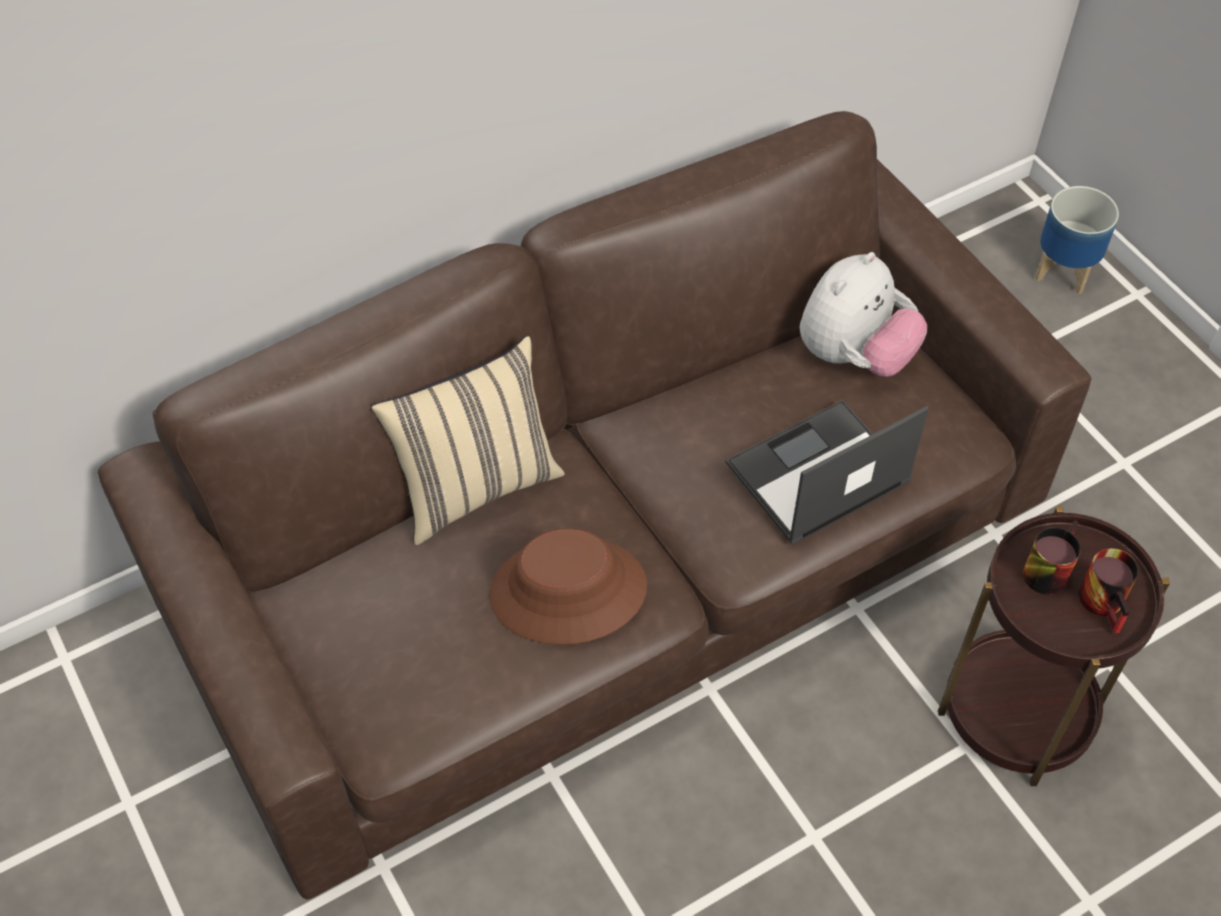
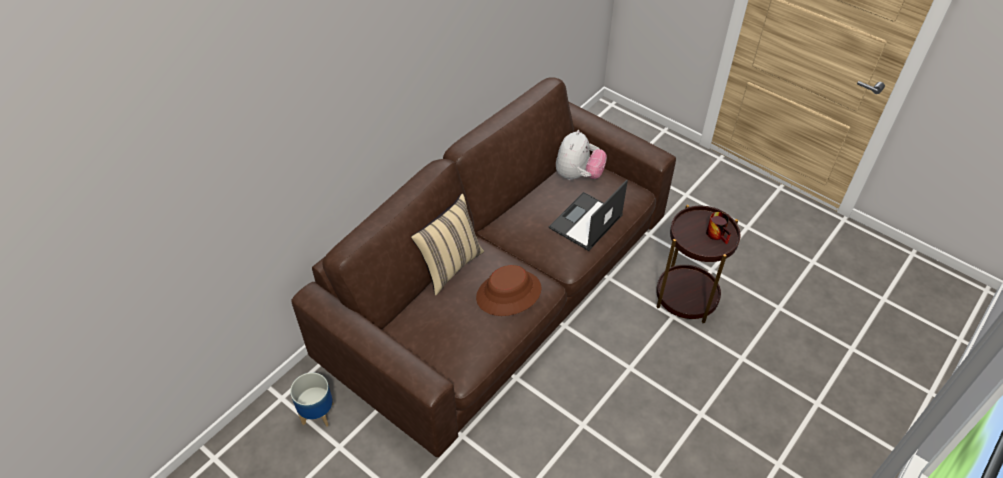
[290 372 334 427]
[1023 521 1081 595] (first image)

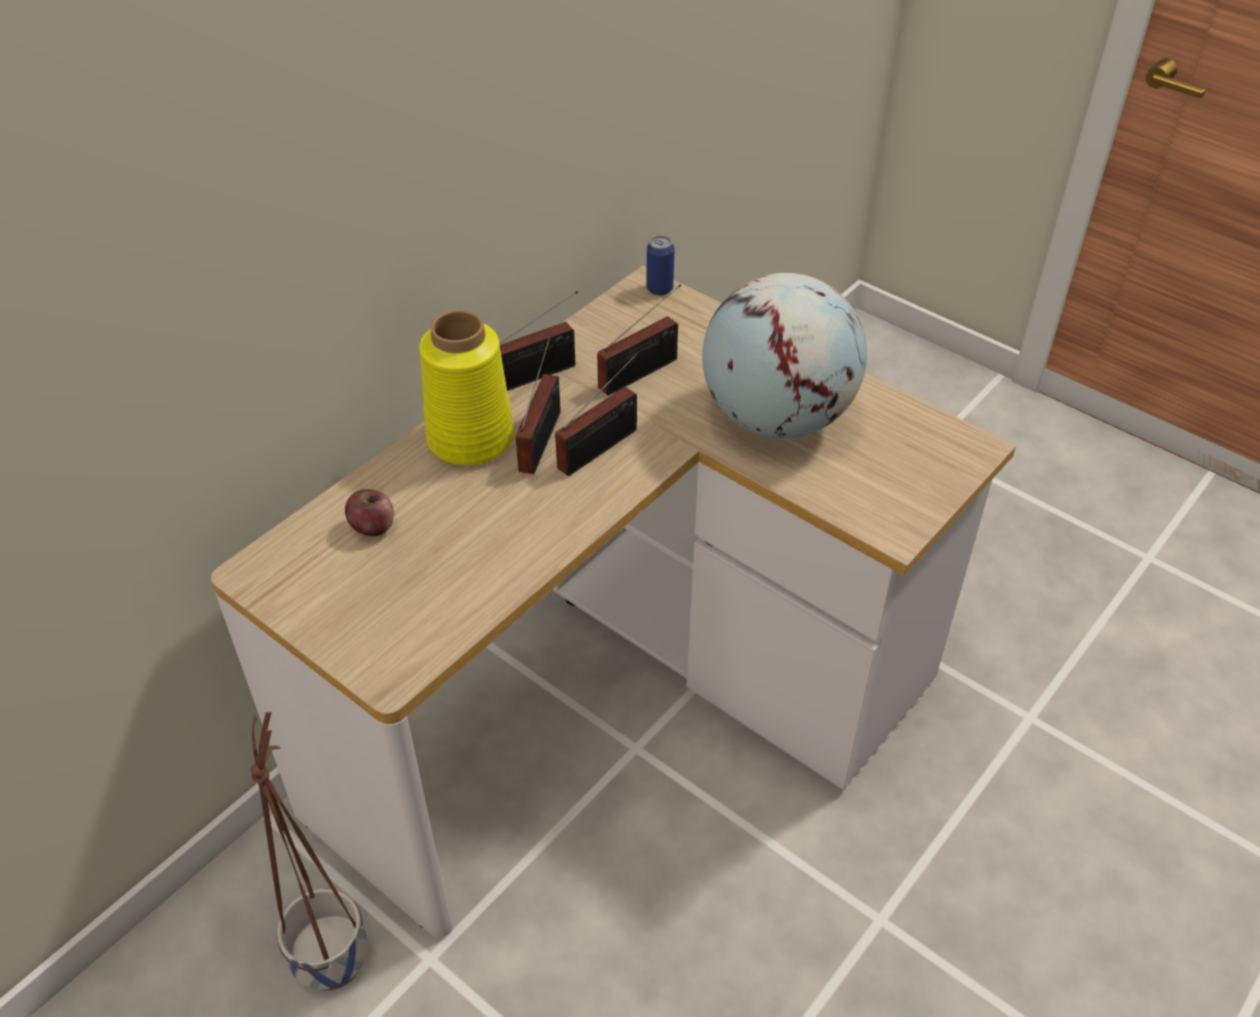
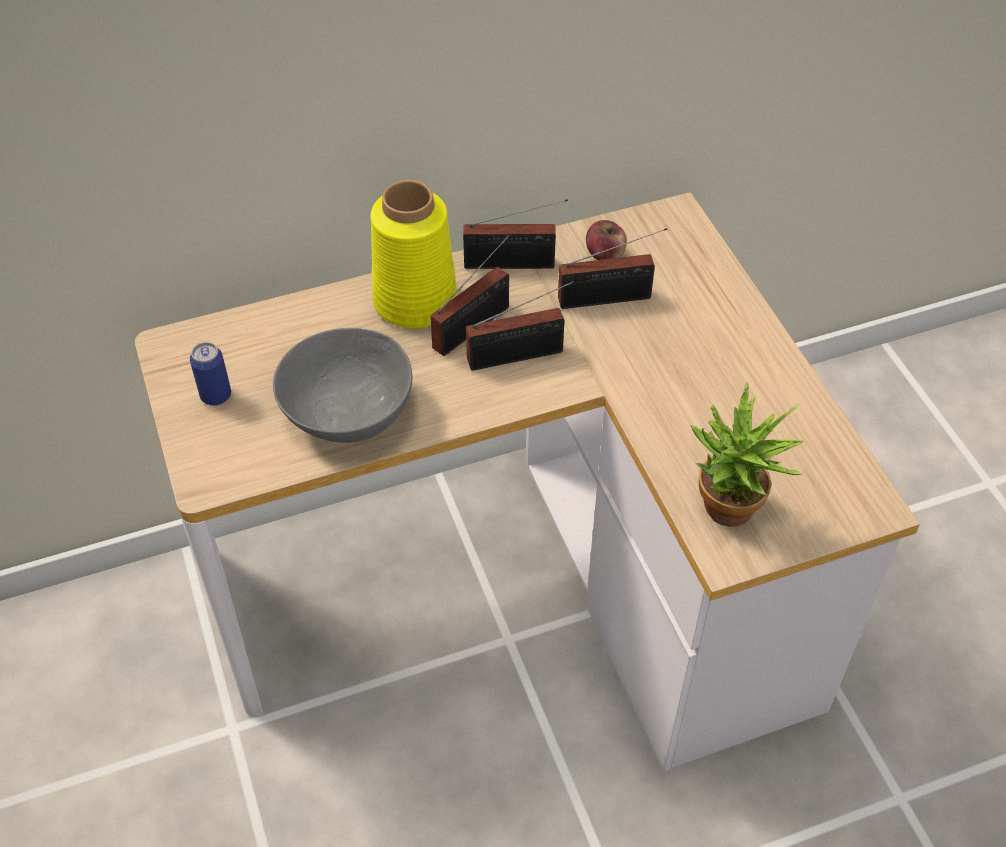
[190 342 231 406]
[273 328 413 443]
[586 220 627 260]
[690 382 804 527]
[250 712 368 990] (first image)
[702 273 867 438] (first image)

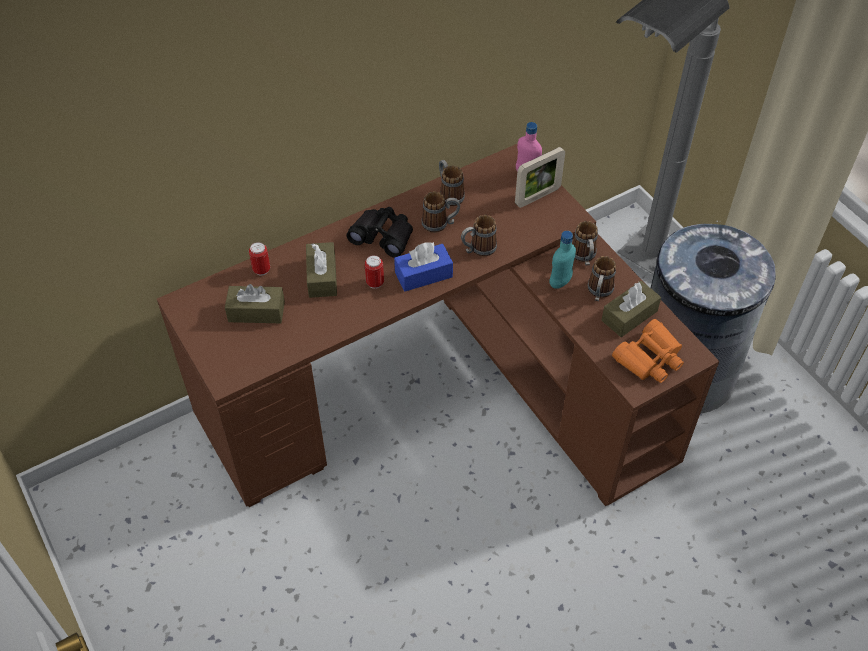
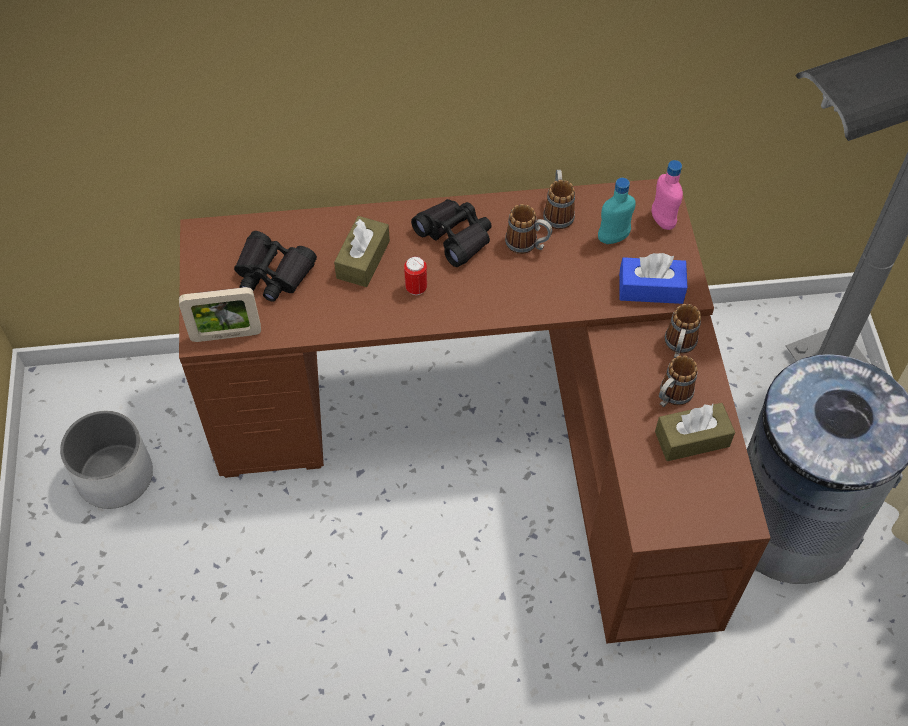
[60 411 153 509]
[179 287 261 342]
[234 231 317 302]
[598 178 636 244]
[619 253 688 304]
[249 242 270 275] (first image)
[461 215 497 256] (first image)
[612 319 684 383] (first image)

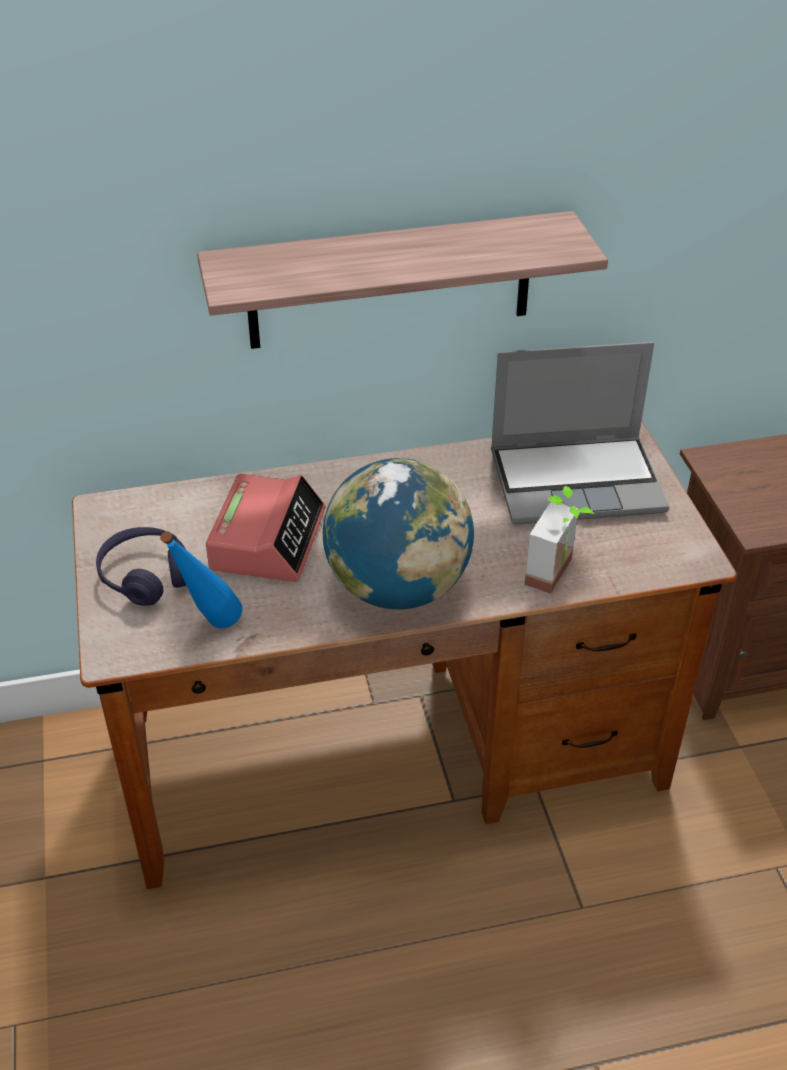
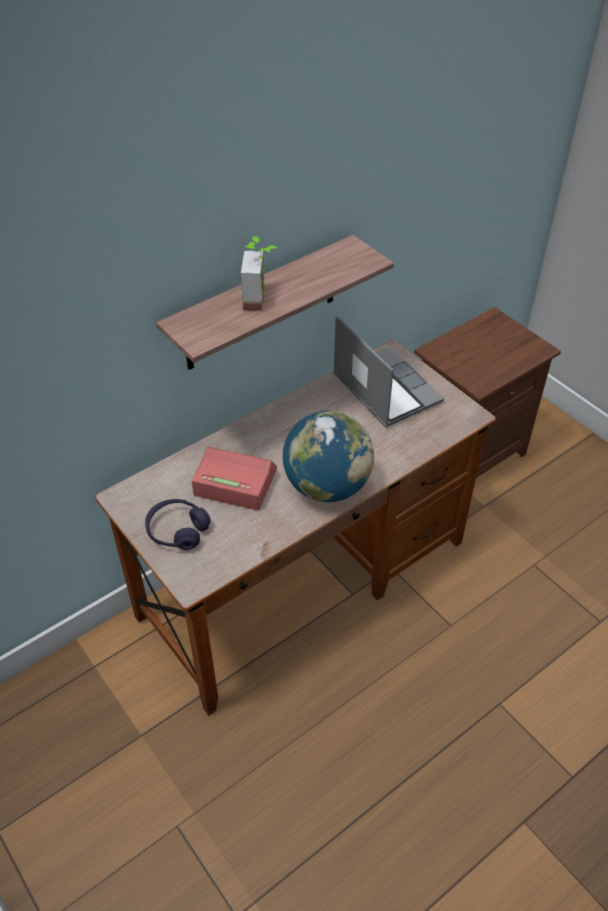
[191 447 277 510]
[241 236 277 311]
[333 315 444 427]
[160 531 242 629] (first image)

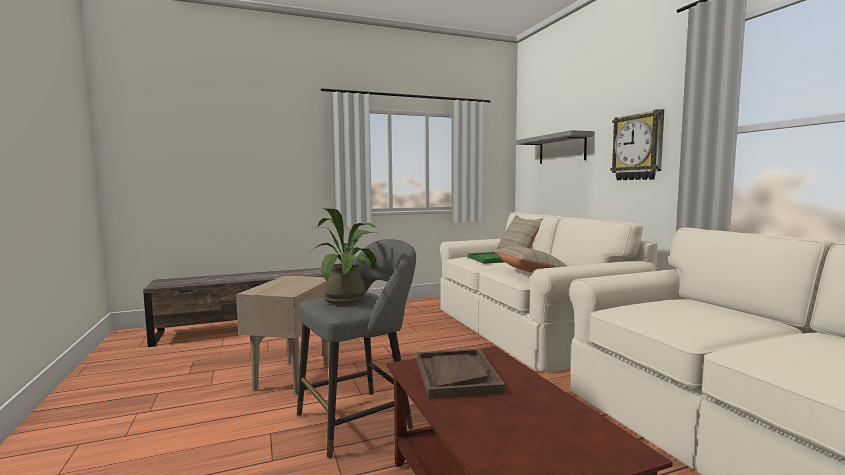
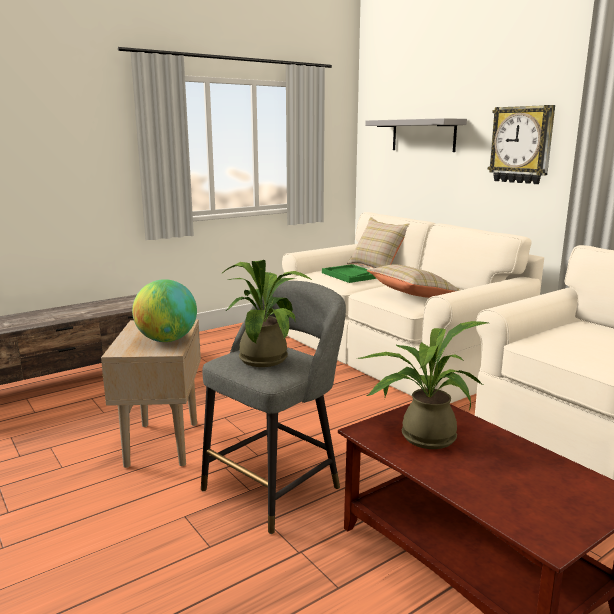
[132 279 197 342]
[356 321 488 449]

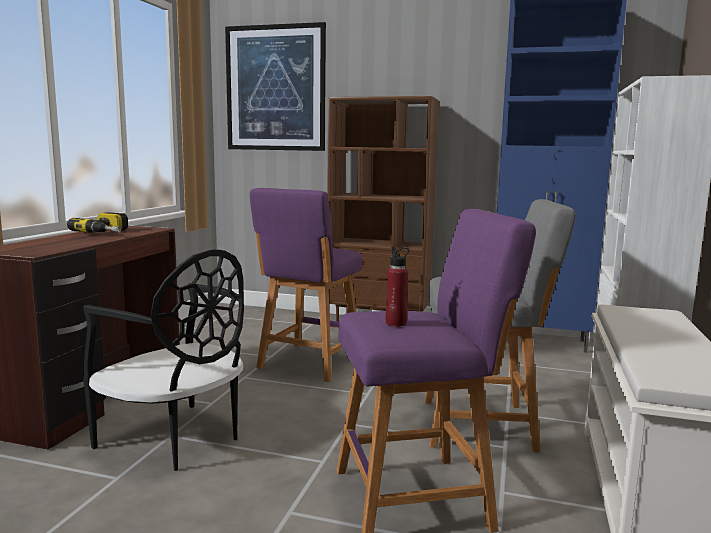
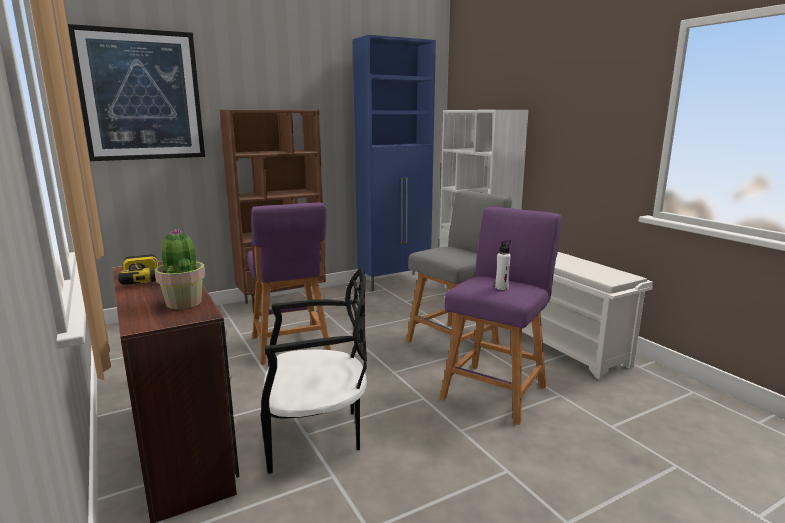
[154 228 205 309]
[495 240 511 290]

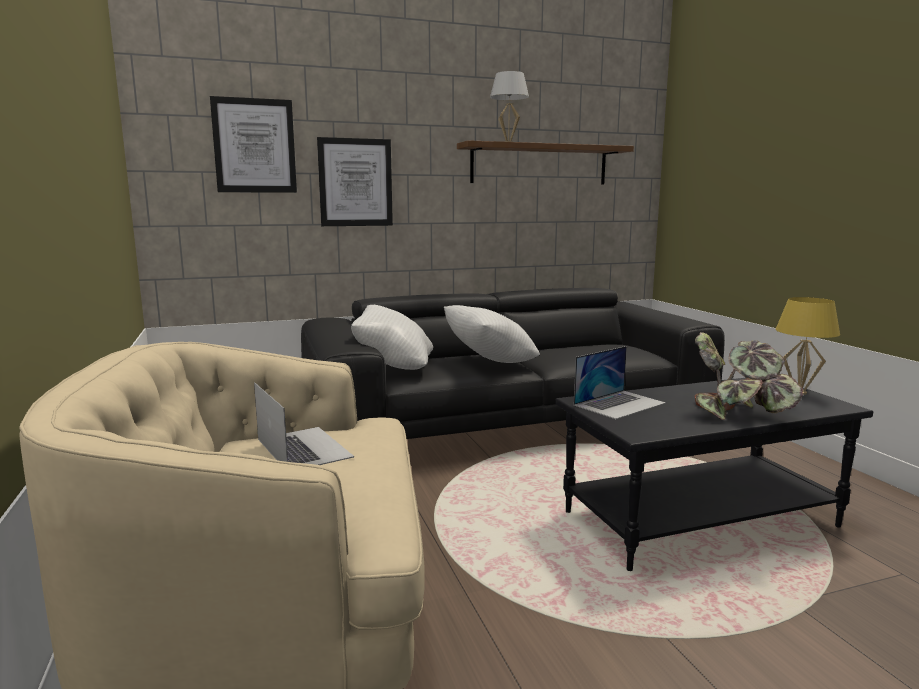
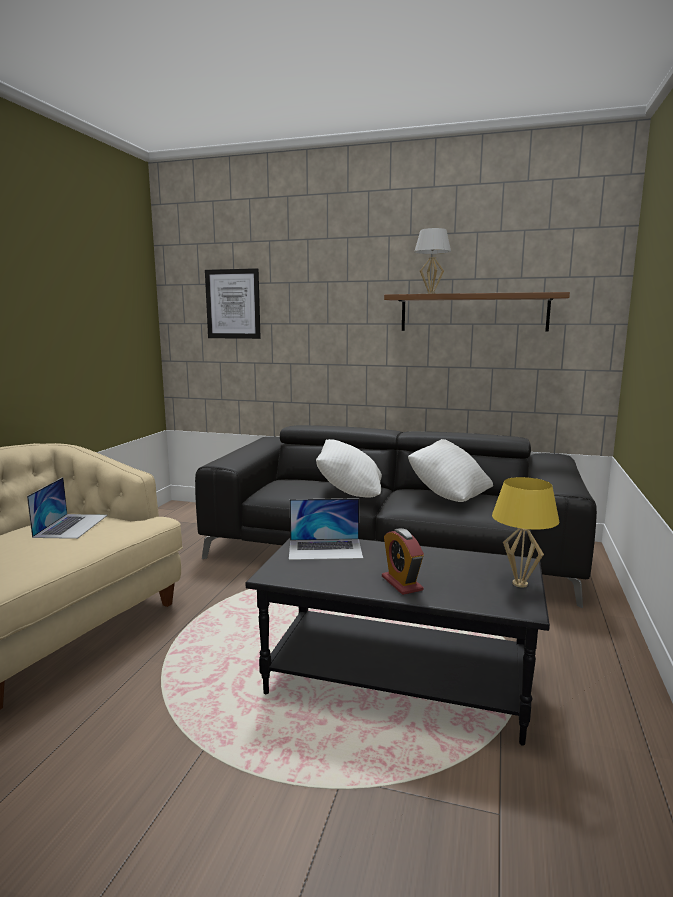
[382 528 424 595]
[408 439 493 502]
[317 137 393 226] (first image)

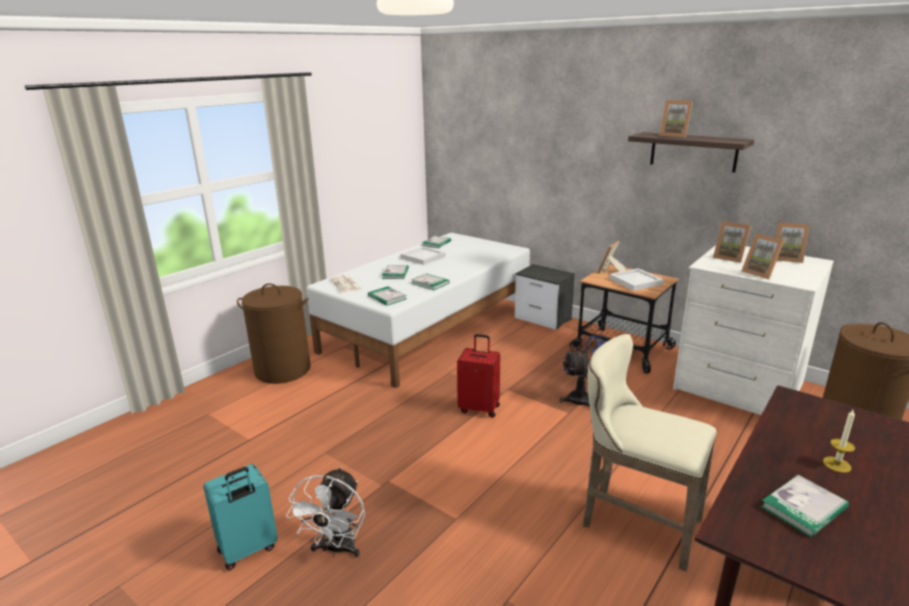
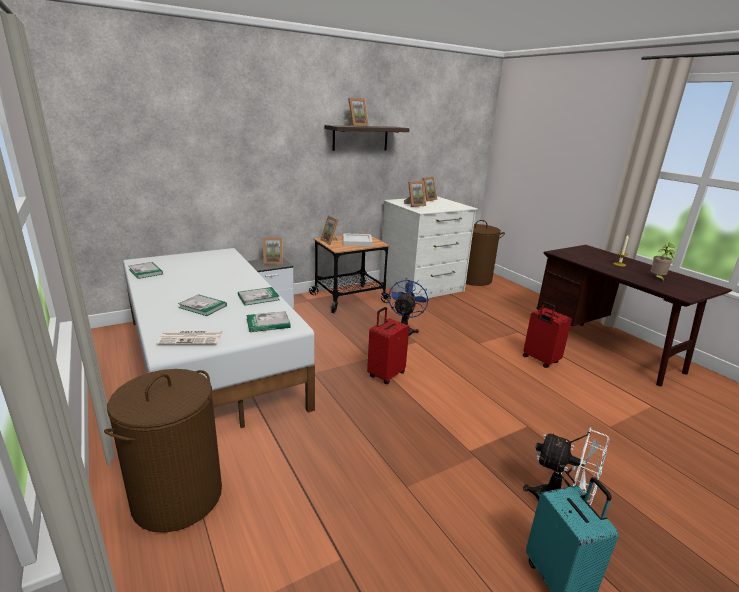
[263 238 283 265]
[523 302 572 368]
[651 243 676 282]
[400 246 446 265] (first image)

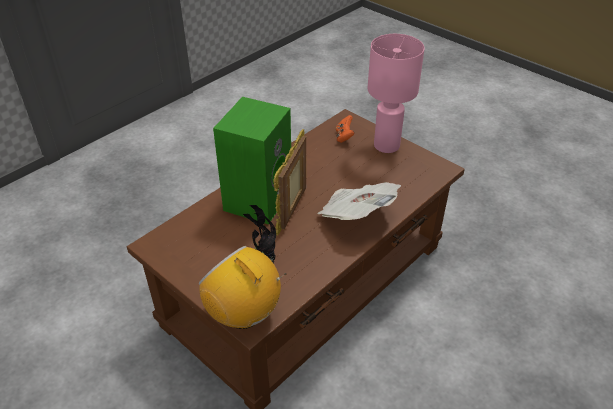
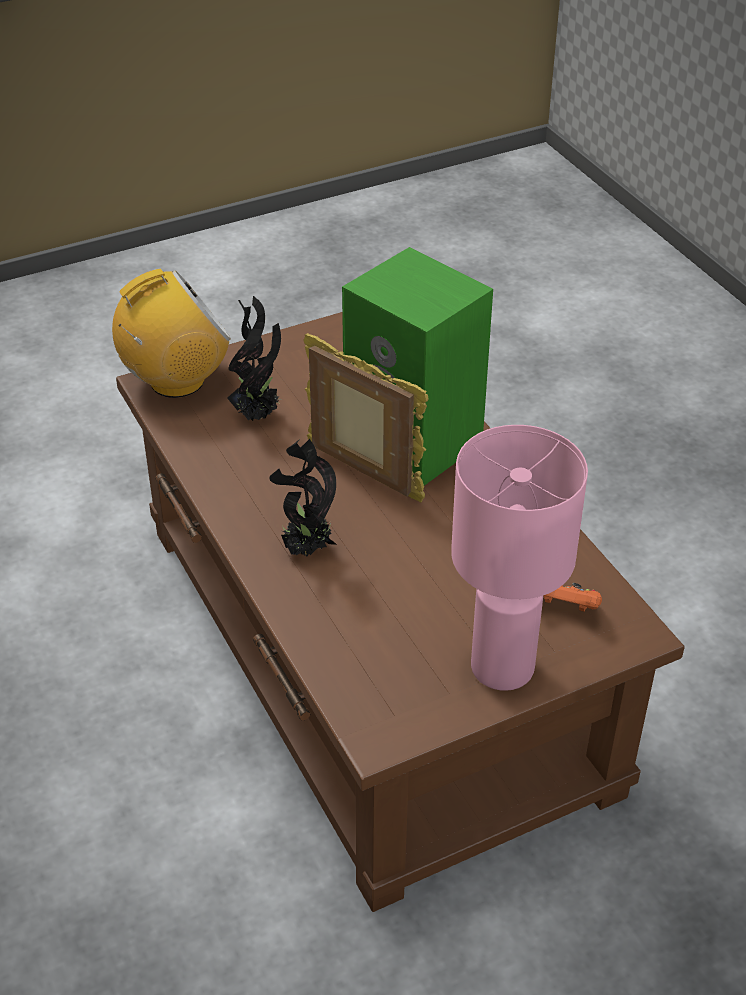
[269 439 337 556]

